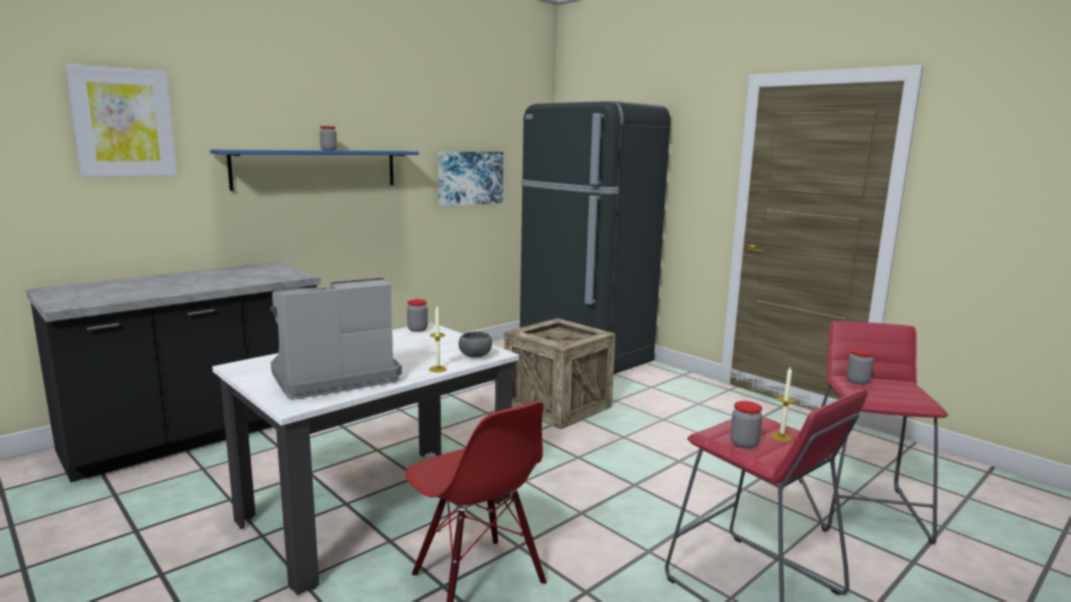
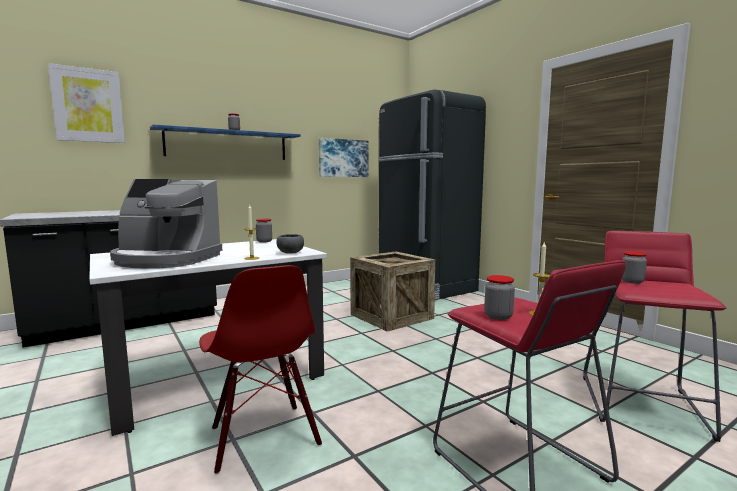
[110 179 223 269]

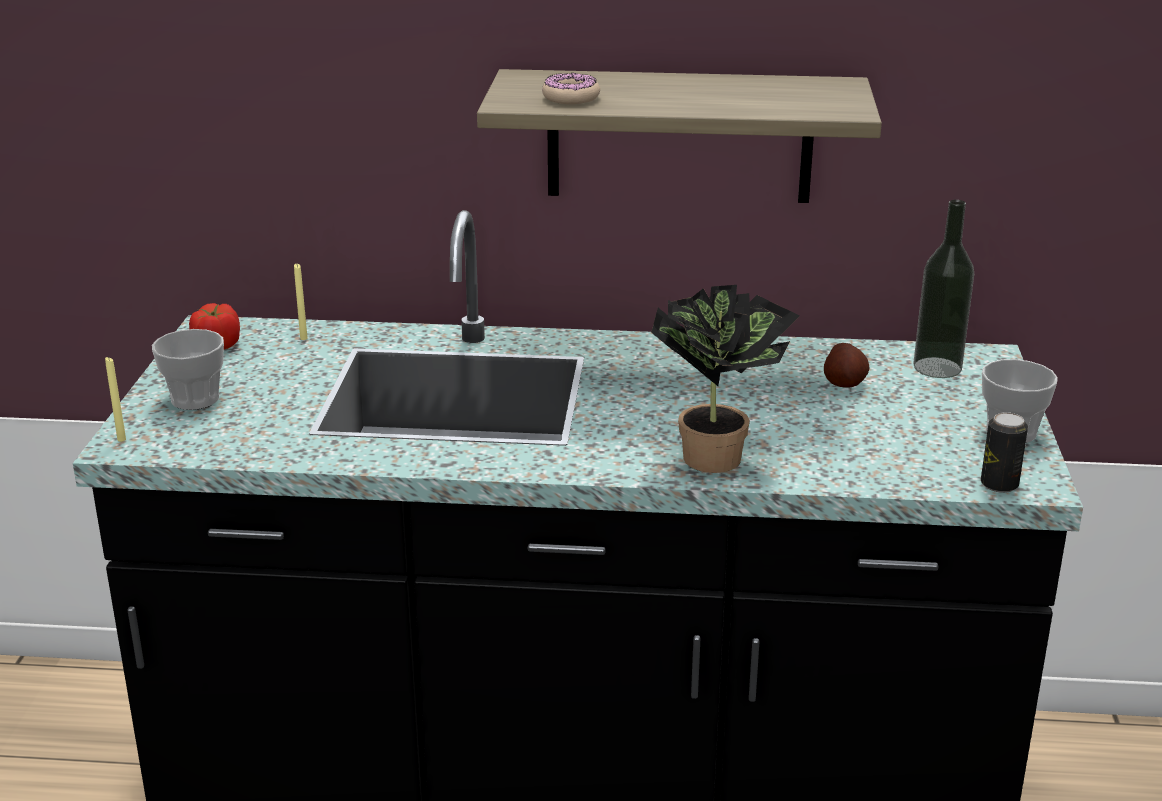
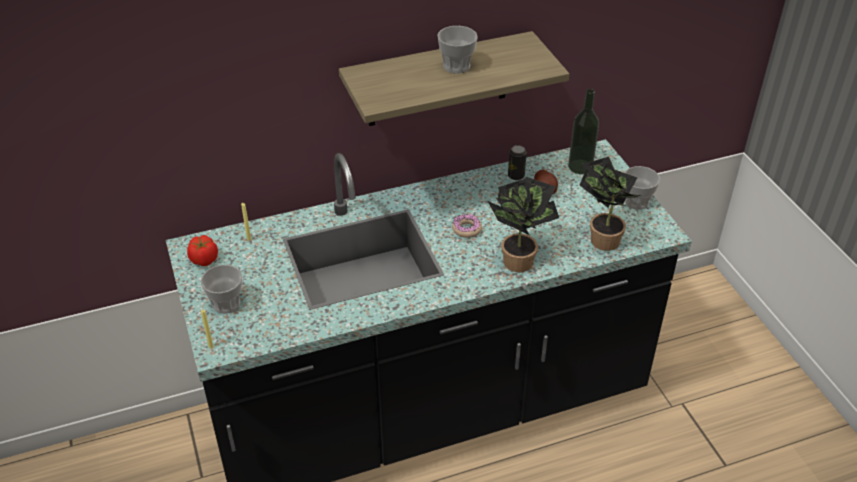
[438 26 478 73]
[452 214 482 238]
[508 145 527 180]
[580 157 641 251]

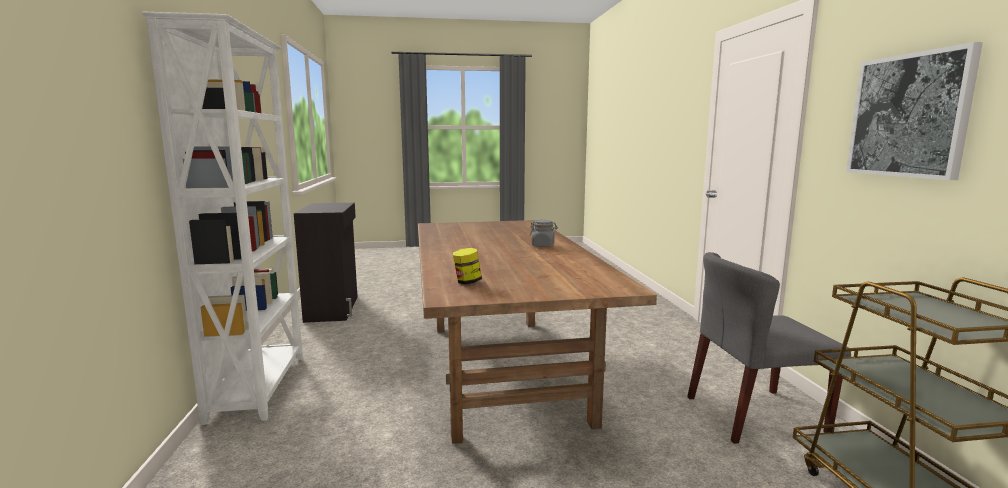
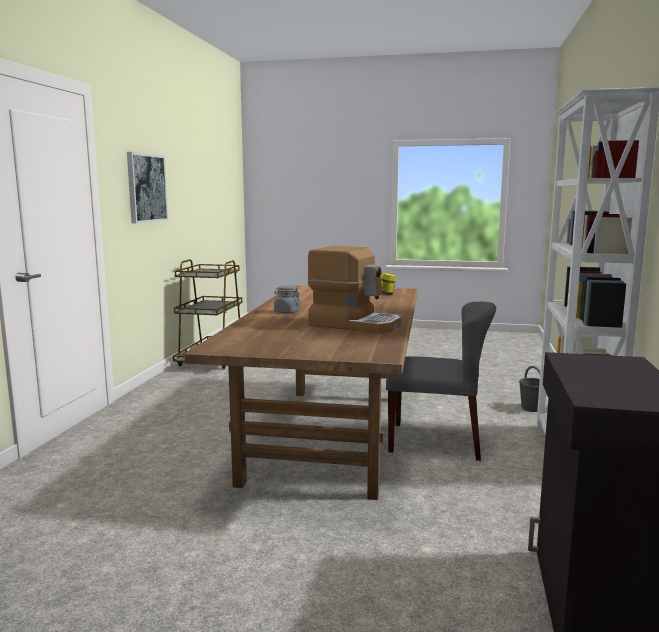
[308 246 401 334]
[386 302 496 461]
[519 366 547 412]

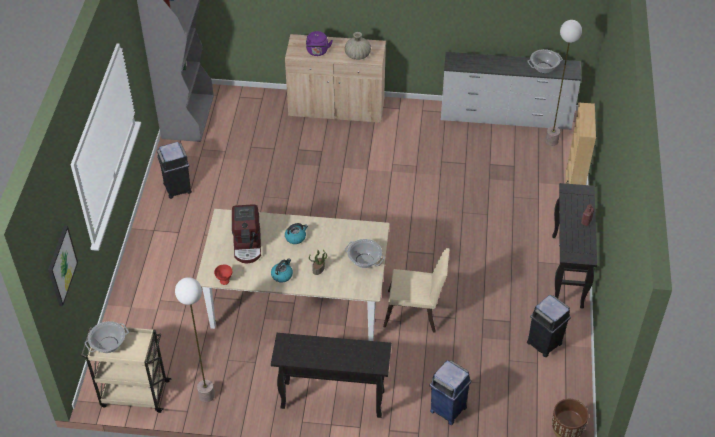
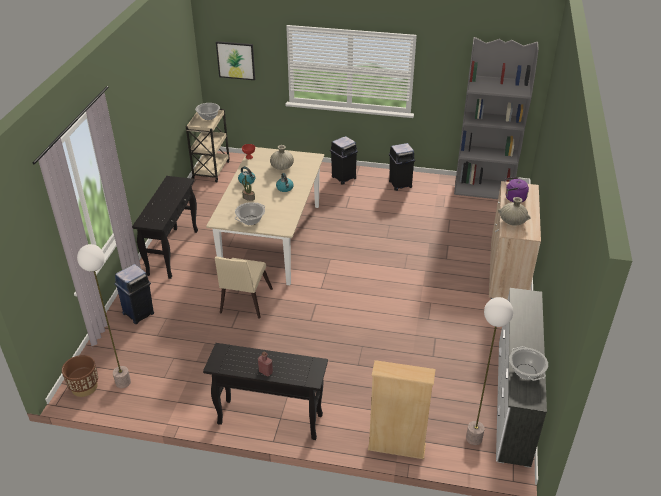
[77 244 131 388]
[270 145 294 170]
[330 136 358 185]

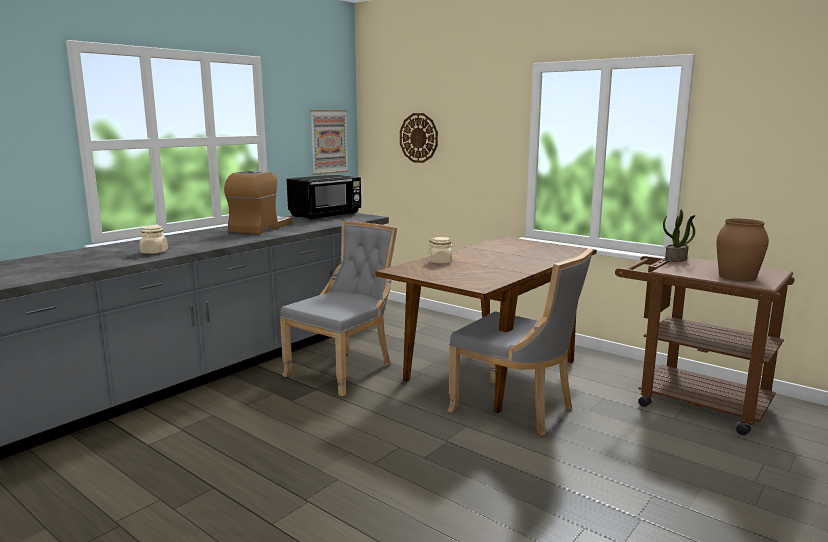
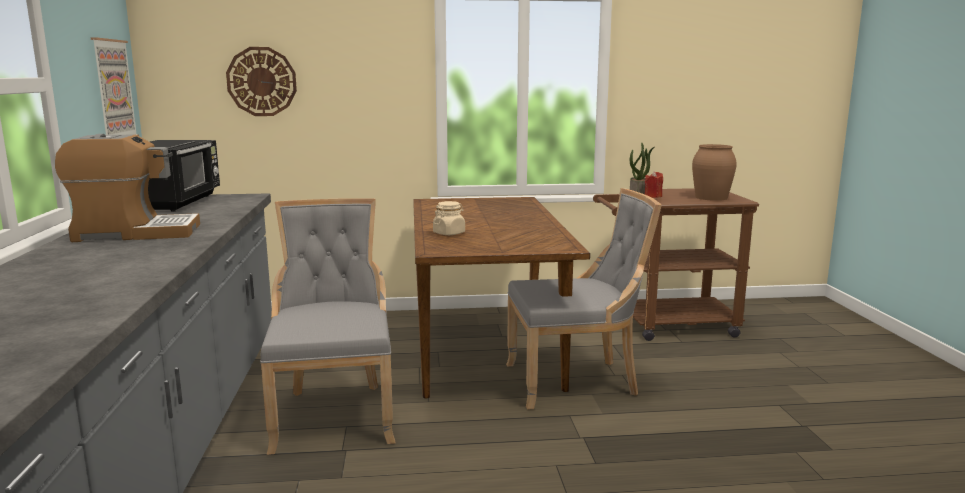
[55 134 200 242]
[645 171 663 198]
[139 225 168 254] (first image)

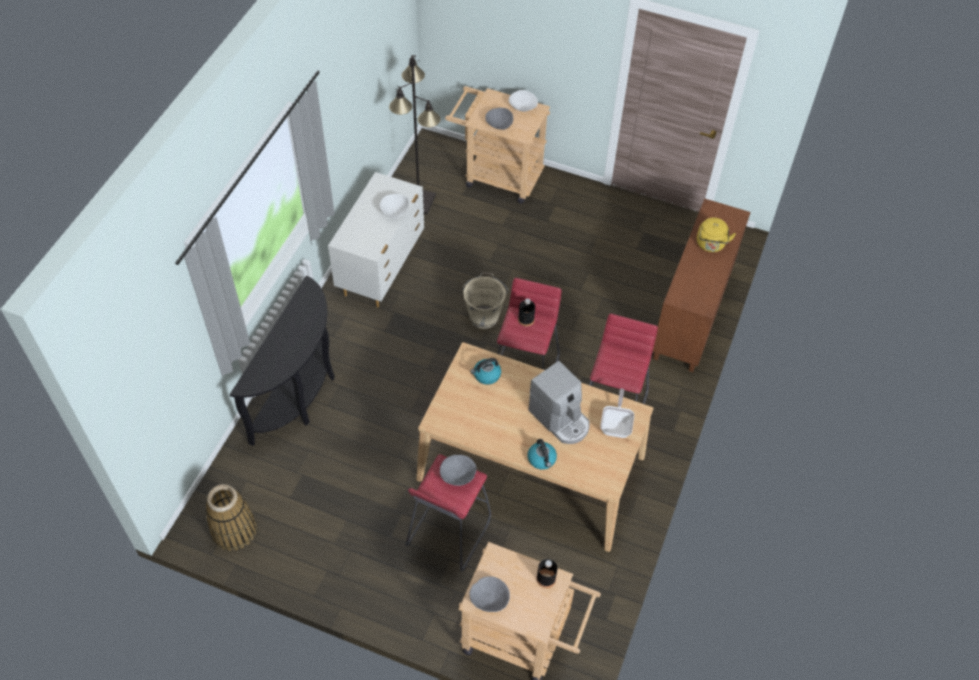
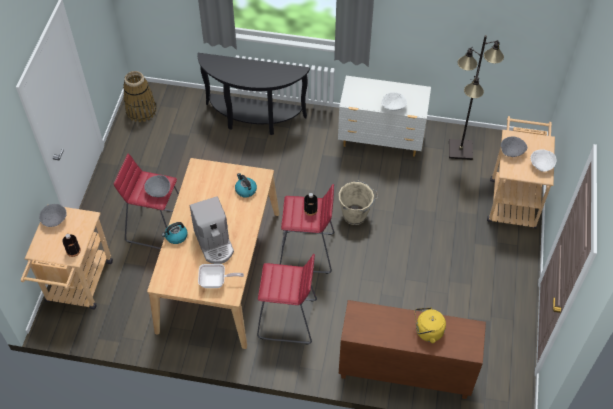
[190 196 234 264]

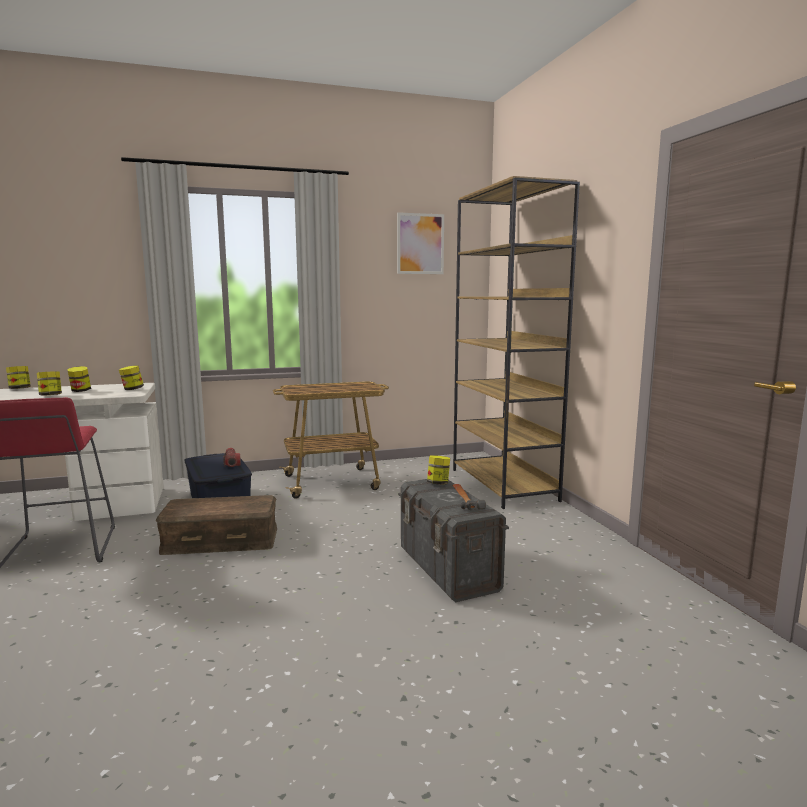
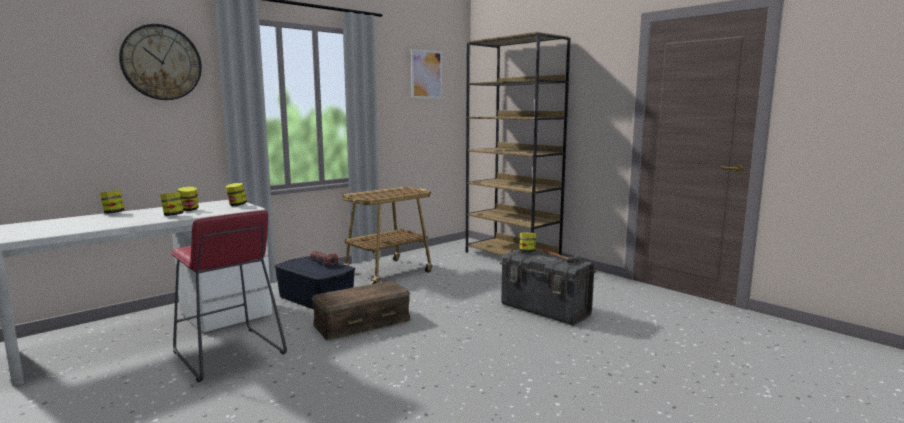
[119 24 202 100]

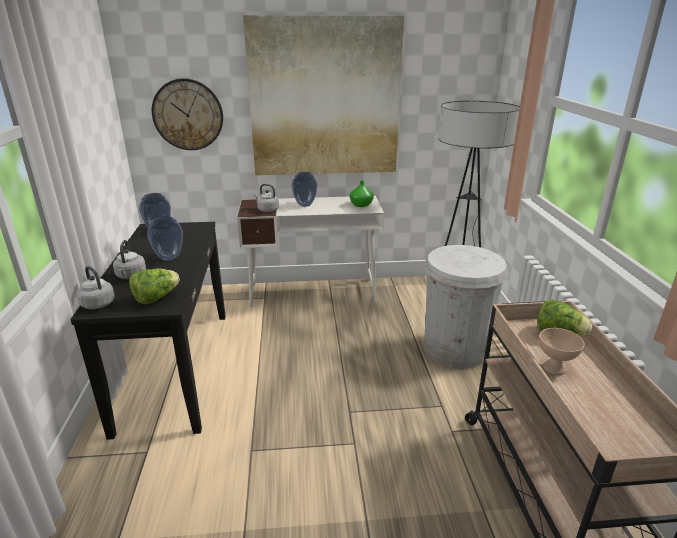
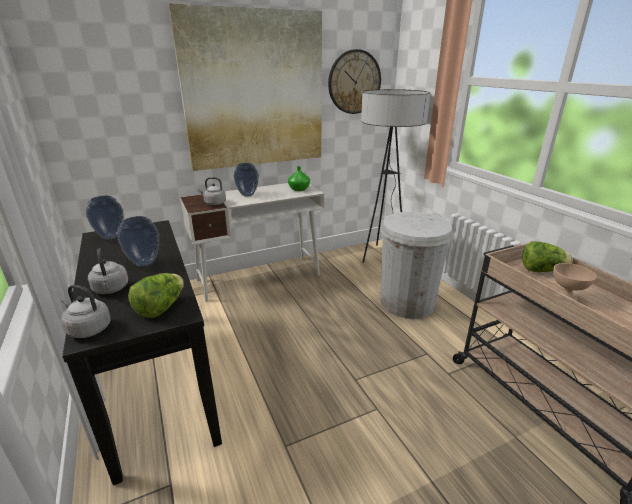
[328 49 381 114]

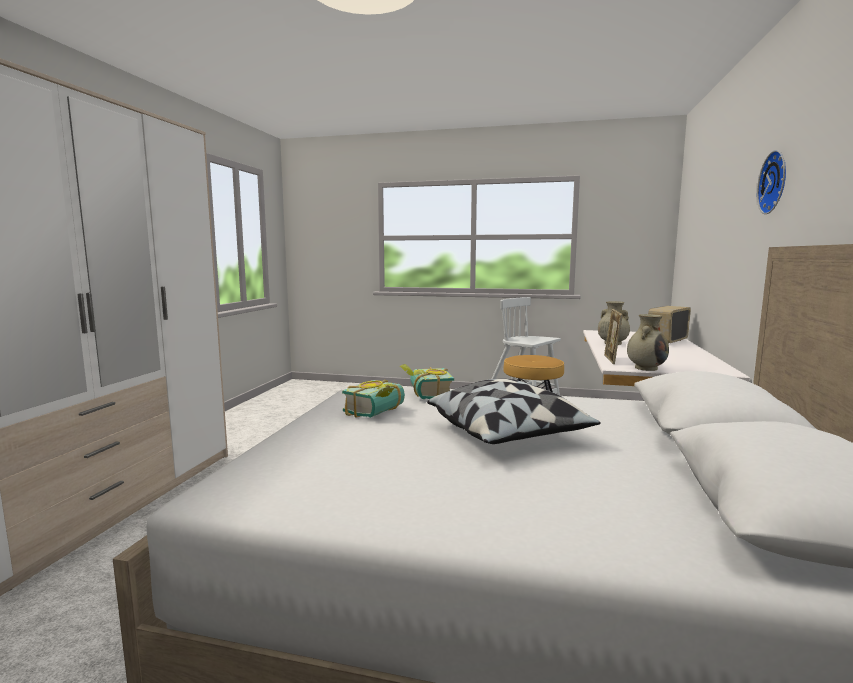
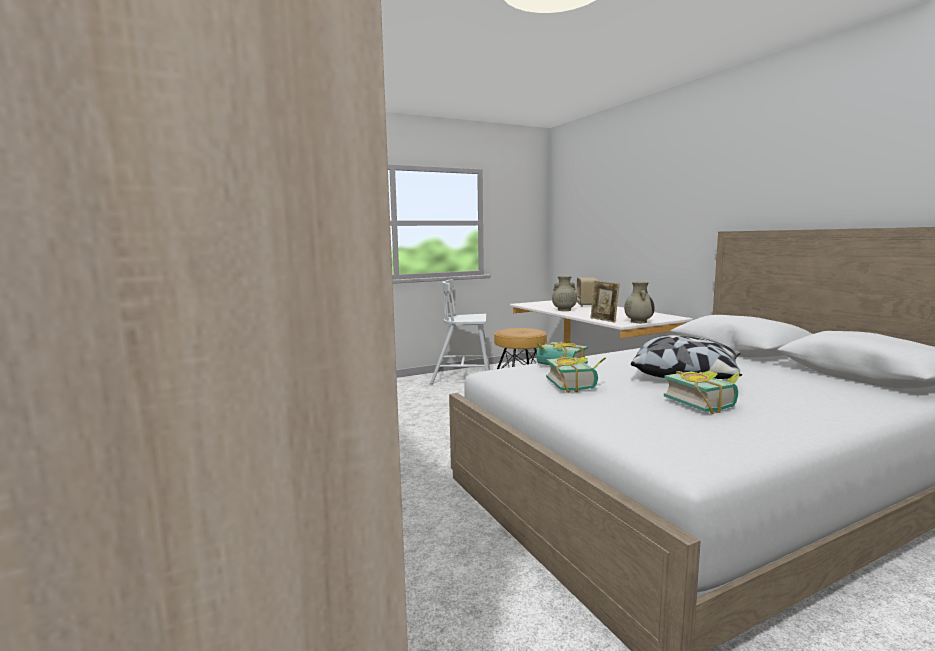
[664 371 740 414]
[757 150 786 214] (first image)

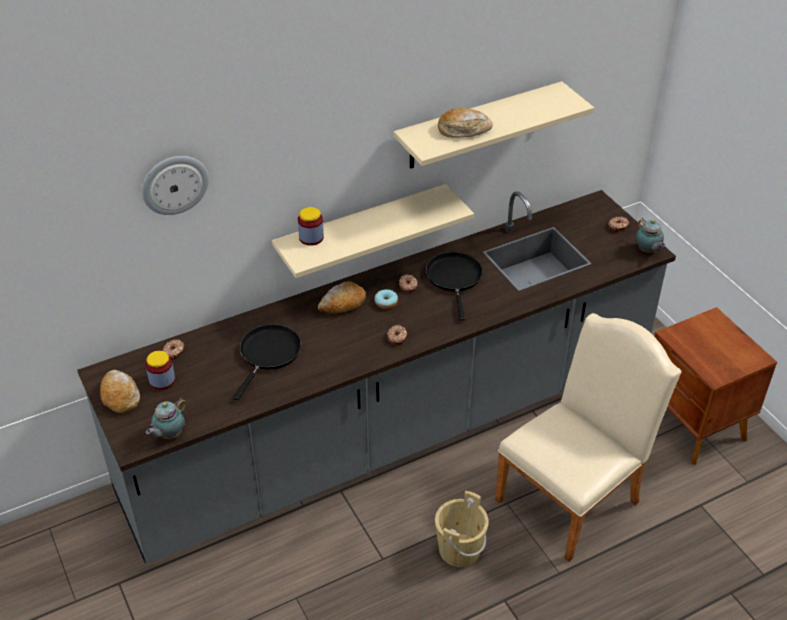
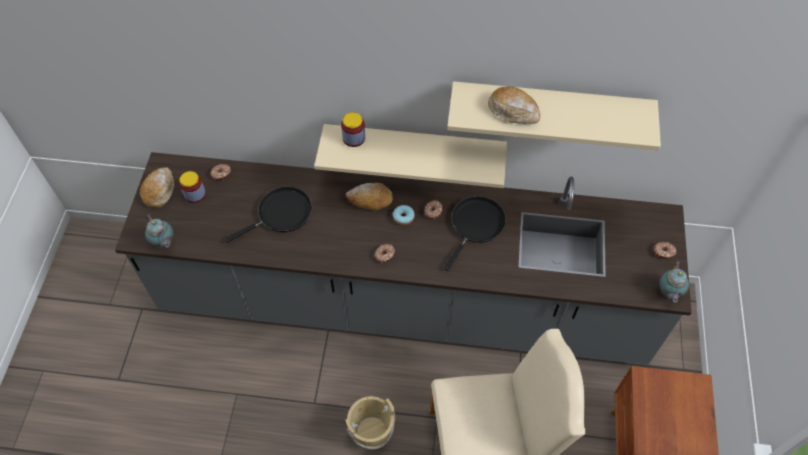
[145 214 173 248]
[142 156 209 215] (first image)

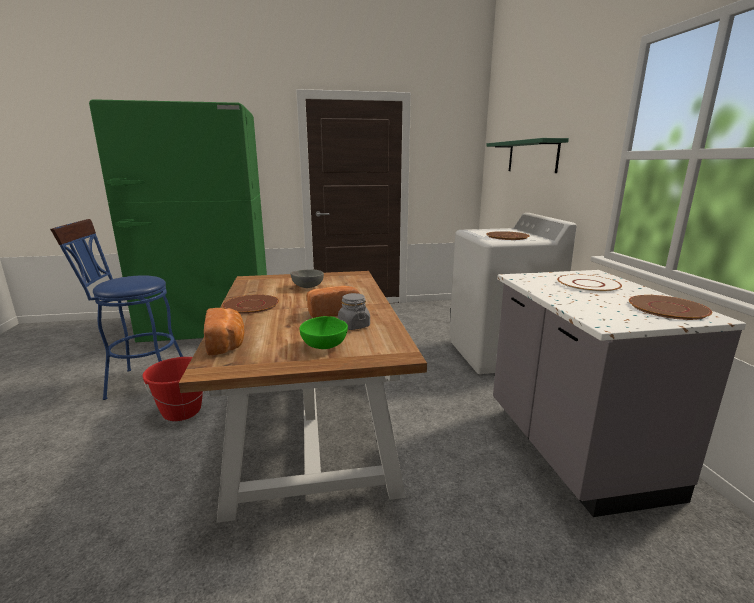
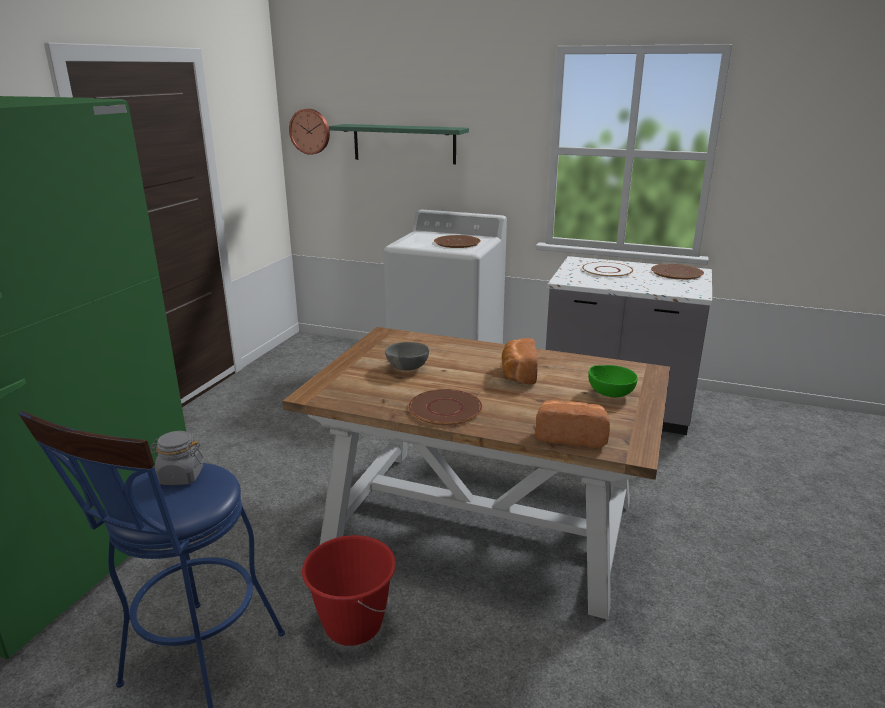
[150 431 204 485]
[289 109 330 155]

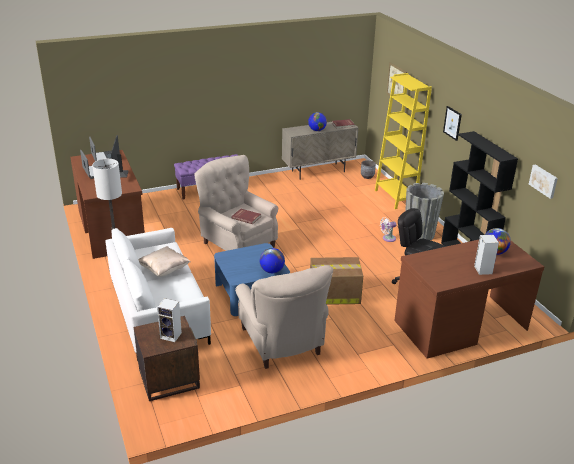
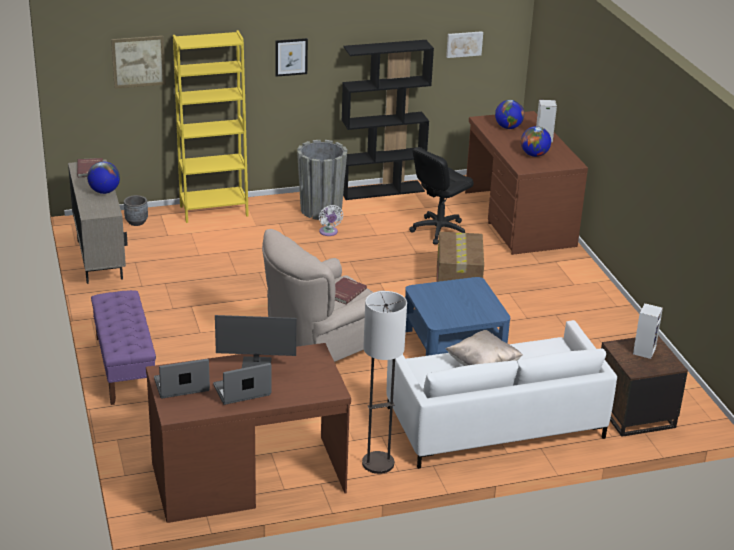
[521 126 551 157]
[235 265 333 369] (first image)

